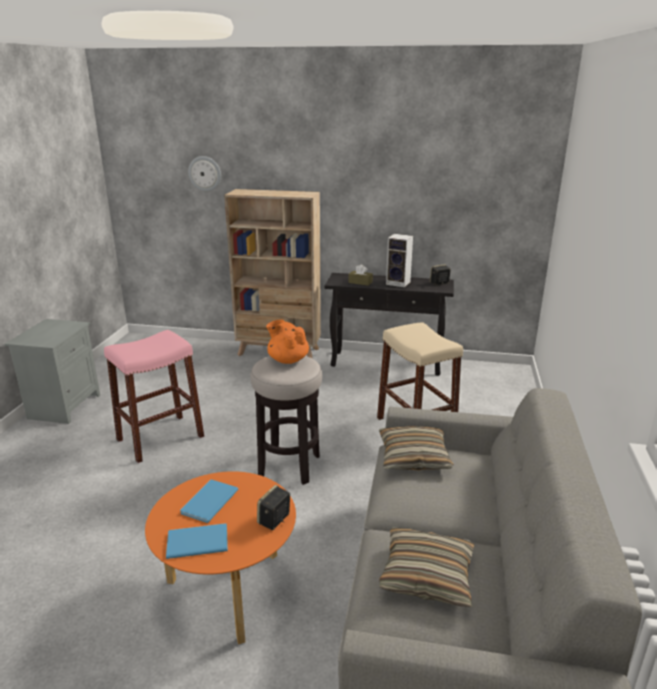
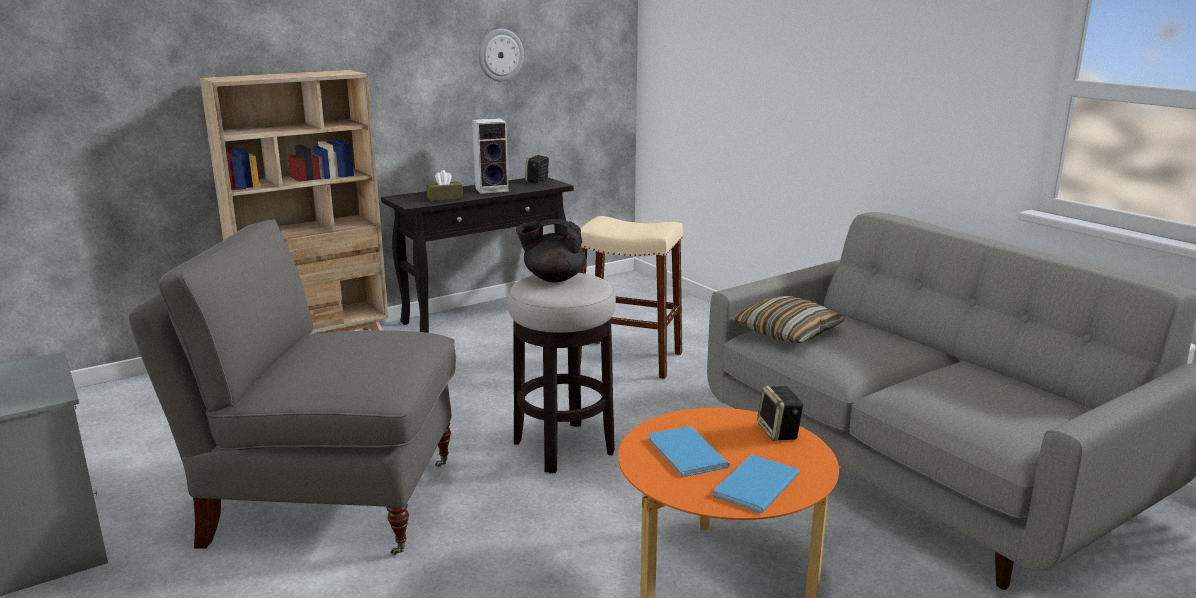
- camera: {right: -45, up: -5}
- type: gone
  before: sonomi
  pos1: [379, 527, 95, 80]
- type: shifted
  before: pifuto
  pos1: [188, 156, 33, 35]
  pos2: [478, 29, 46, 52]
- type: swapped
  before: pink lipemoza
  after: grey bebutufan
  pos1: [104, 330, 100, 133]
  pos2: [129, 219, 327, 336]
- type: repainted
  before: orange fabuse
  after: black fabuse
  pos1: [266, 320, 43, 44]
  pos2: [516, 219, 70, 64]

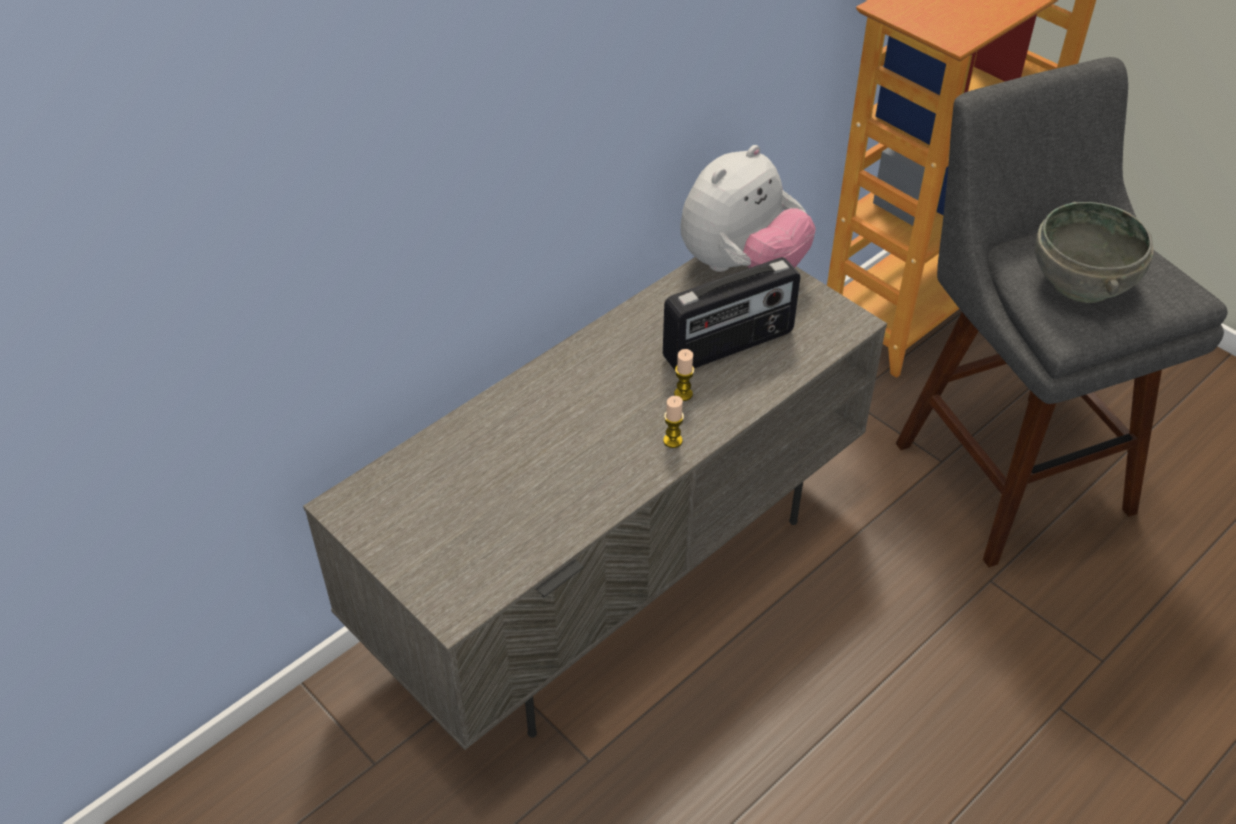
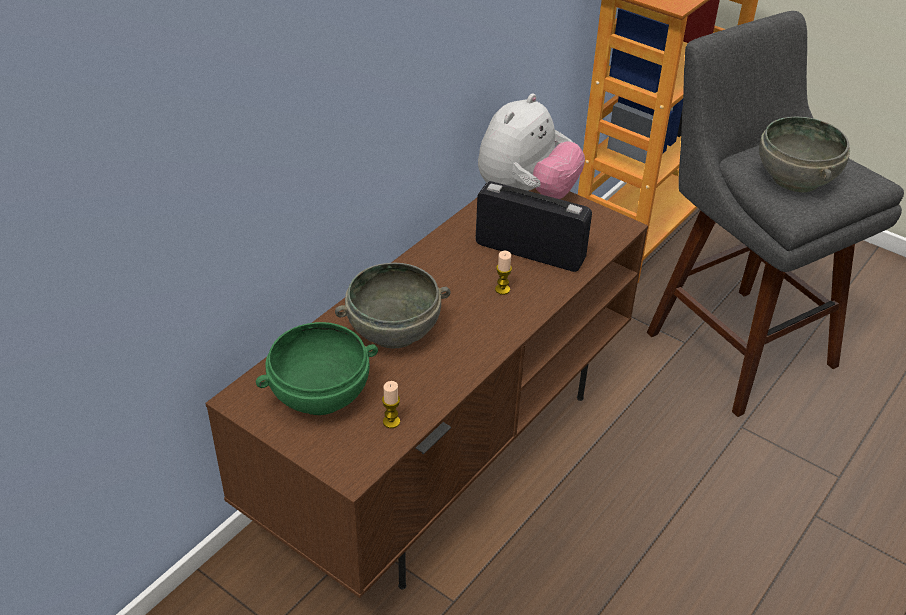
- camera: {right: -10, up: -5}
- type: new
  after: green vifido
  pos2: [256, 322, 122, 93]
- type: new
  after: grey vifido
  pos2: [335, 263, 116, 85]
- type: shifted
  before: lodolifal
  pos1: [663, 396, 21, 52]
  pos2: [382, 381, 18, 47]
- type: repainted
  before: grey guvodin
  after: brown guvodin
  pos1: [303, 257, 584, 493]
  pos2: [205, 188, 443, 410]
- type: rotated
  before: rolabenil
  pos1: [663, 257, 137, 113]
  pos2: [475, 181, 117, 91]
  turn: -120

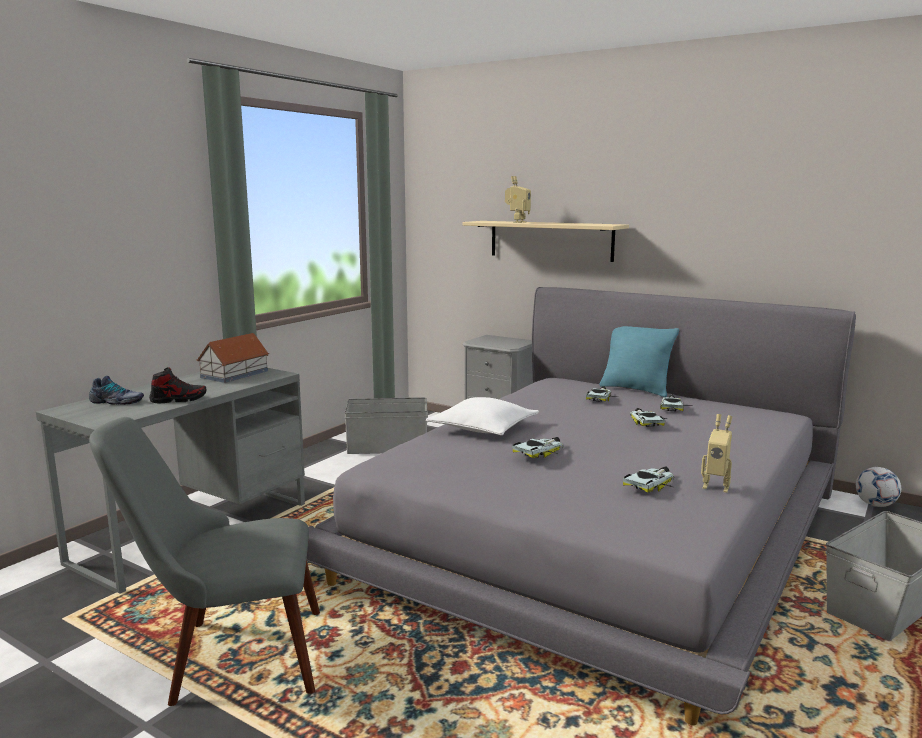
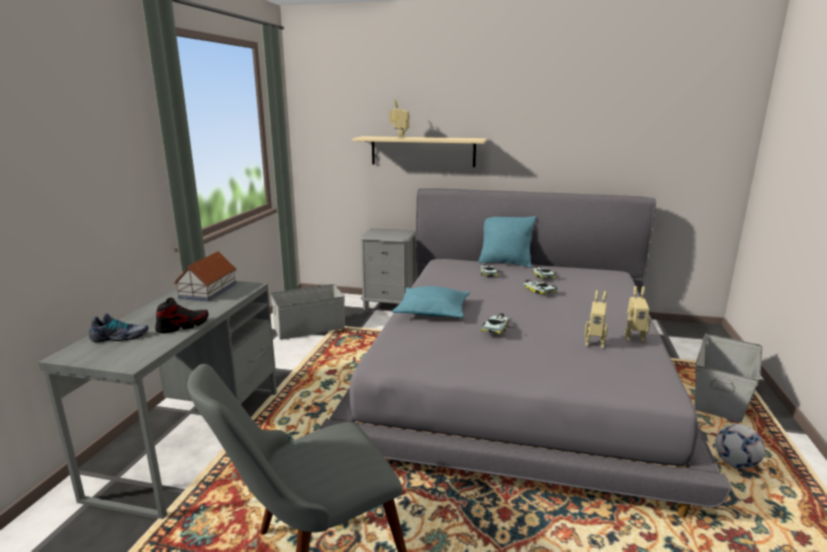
- camera: {right: -20, up: 5}
- type: shifted
  before: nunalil
  pos1: [856, 467, 45, 40]
  pos2: [715, 424, 50, 45]
- type: swapped
  before: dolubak
  after: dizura
  pos1: [622, 467, 52, 25]
  pos2: [585, 290, 23, 58]
- type: repainted
  before: white sonomi
  after: turquoise sonomi
  pos1: [426, 397, 113, 39]
  pos2: [392, 286, 78, 32]

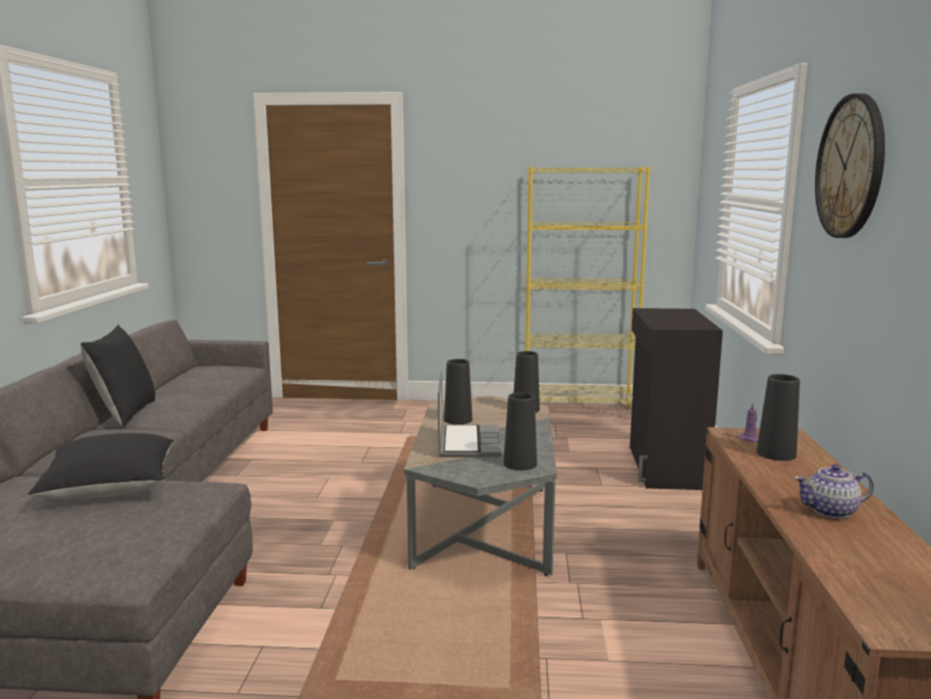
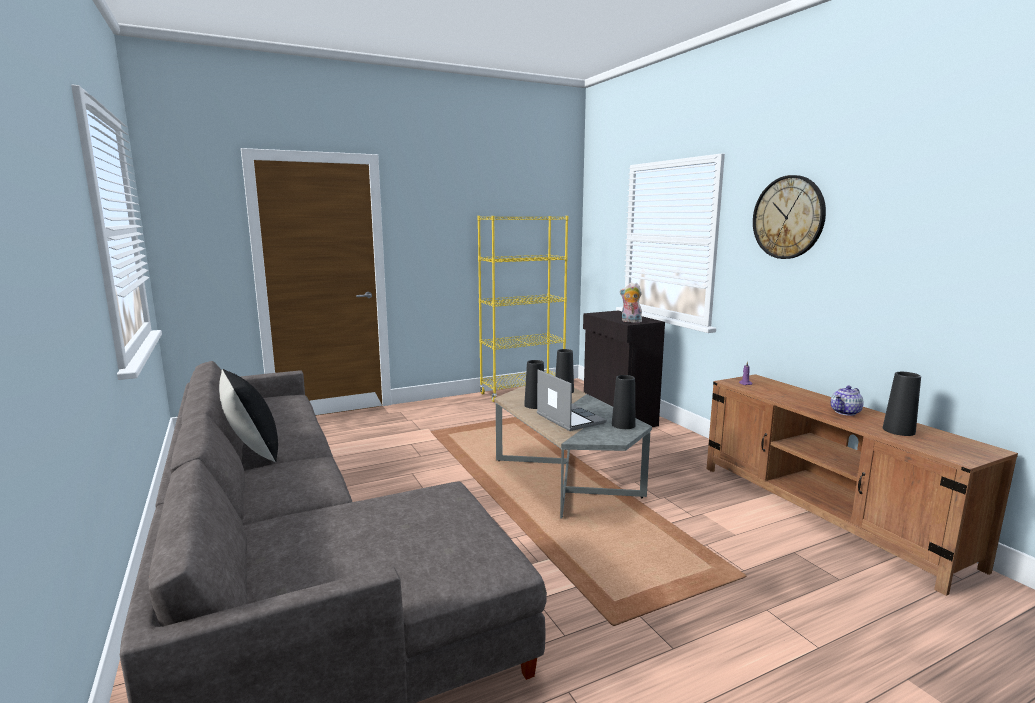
- camera: {right: -30, up: 0}
- type: gone
  before: black sonomi
  pos1: [28, 433, 146, 67]
- type: new
  after: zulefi
  pos2: [620, 283, 22, 40]
- type: shifted
  before: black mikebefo
  pos1: [756, 374, 44, 87]
  pos2: [883, 372, 38, 64]

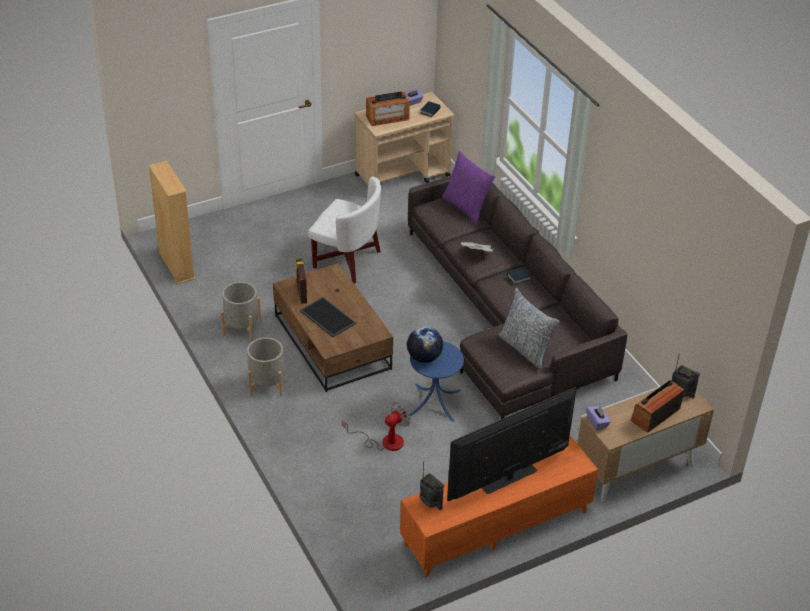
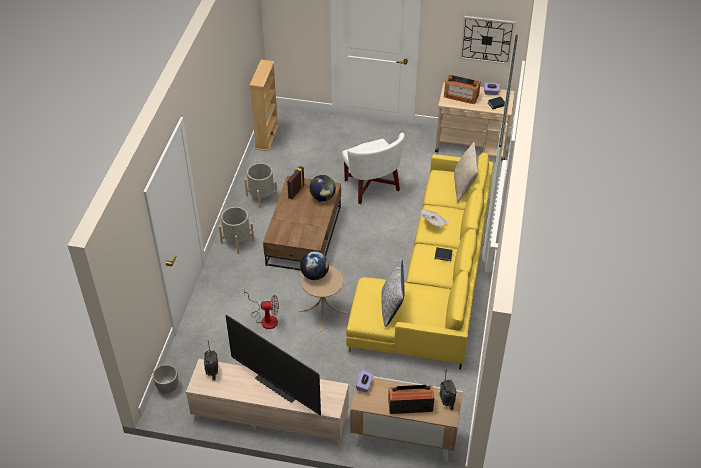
- camera: {right: 40, up: 5}
- type: gone
  before: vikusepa
  pos1: [300, 297, 56, 40]
- type: new
  after: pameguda
  pos2: [153, 364, 25, 29]
- type: new
  after: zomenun
  pos2: [309, 175, 27, 26]
- type: new
  after: pifuto
  pos2: [460, 16, 55, 49]
- type: repainted
  before: orange guvodin
  after: beige guvodin
  pos1: [400, 436, 198, 141]
  pos2: [186, 359, 163, 86]
- type: repainted
  before: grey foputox
  after: yellow foputox
  pos1: [408, 160, 219, 259]
  pos2: [346, 152, 148, 217]
- type: repainted
  before: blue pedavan
  after: beige pedavan
  pos1: [409, 341, 55, 81]
  pos2: [298, 266, 50, 66]
- type: repainted
  before: purple sonomi
  after: beige sonomi
  pos1: [442, 151, 53, 73]
  pos2: [454, 142, 24, 61]
- type: rotated
  before: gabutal
  pos1: [447, 387, 130, 115]
  pos2: [226, 315, 95, 100]
  turn: -150

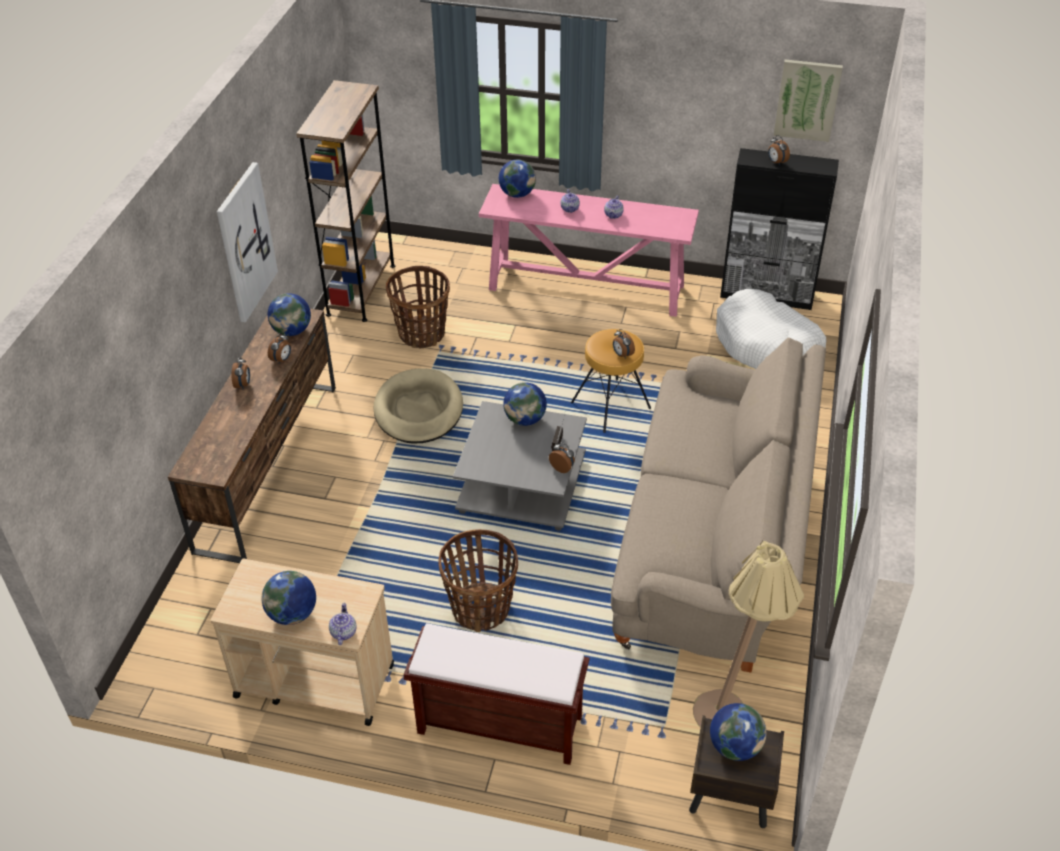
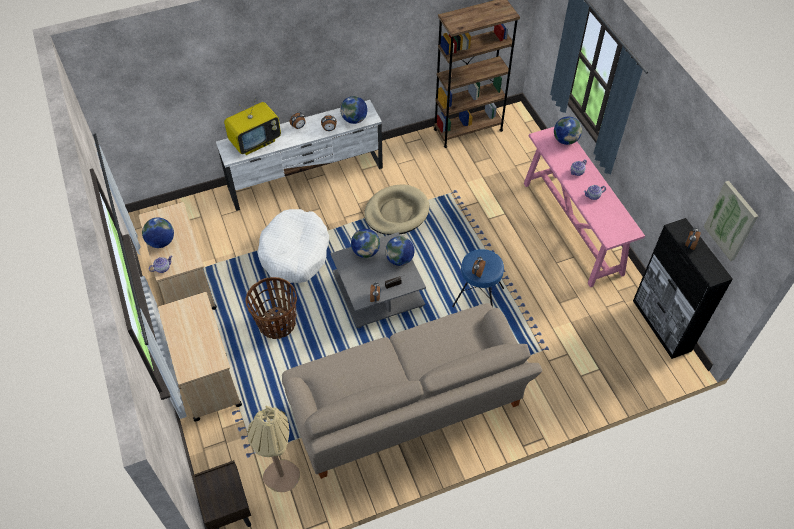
- camera: {right: 55, up: 10}
- type: gone
  before: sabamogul
  pos1: [217, 162, 61, 160]
- type: gone
  before: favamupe
  pos1: [386, 266, 64, 82]
- type: new
  after: gabutal
  pos2: [224, 97, 57, 58]
- type: shifted
  before: zomenun
  pos1: [710, 703, 57, 58]
  pos2: [351, 229, 29, 29]
- type: shifted
  before: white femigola
  pos1: [716, 289, 110, 80]
  pos2: [257, 209, 72, 74]
- type: swapped
  before: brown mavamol
  after: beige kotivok
  pos1: [404, 623, 185, 142]
  pos2: [158, 292, 84, 129]
- type: repainted
  before: brown guvodin
  after: white guvodin
  pos1: [168, 309, 168, 254]
  pos2: [216, 100, 167, 111]
- type: repainted
  before: brown lipemoza
  after: blue lipemoza
  pos1: [571, 329, 80, 104]
  pos2: [452, 249, 52, 58]

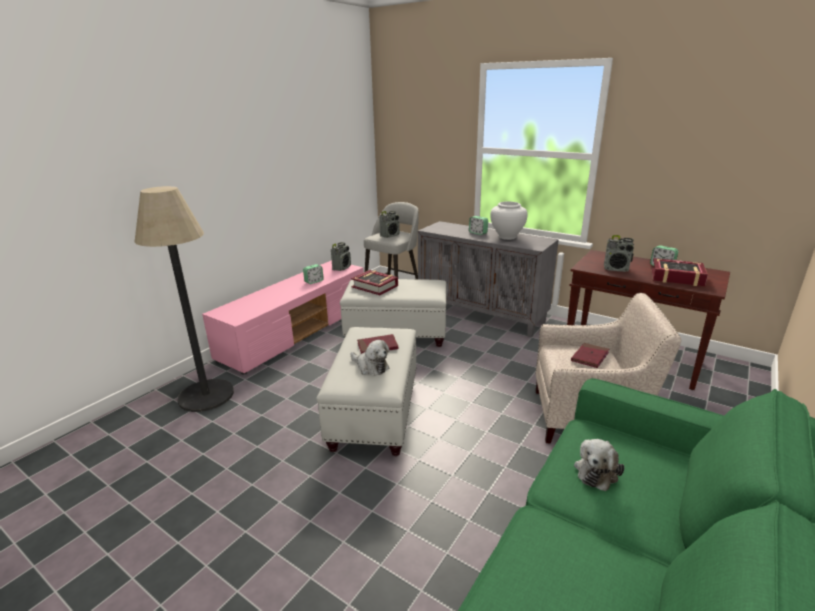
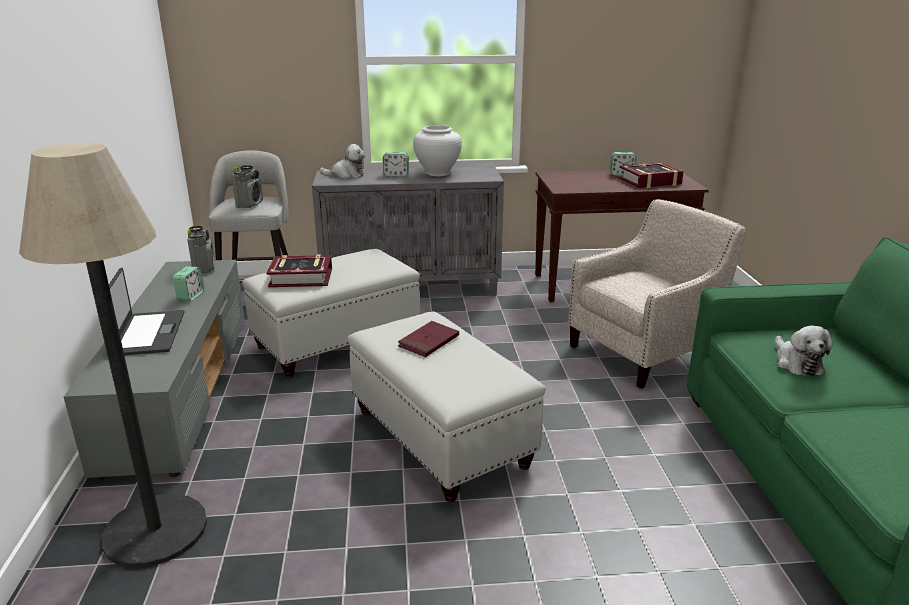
- camera: {right: -40, up: 0}
- type: gone
  before: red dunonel
  pos1: [571, 343, 38, 25]
- type: gone
  before: rolabenil
  pos1: [604, 235, 30, 37]
- type: new
  after: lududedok
  pos2: [109, 268, 75, 87]
- type: shifted
  before: zulefi
  pos1: [350, 340, 39, 36]
  pos2: [320, 144, 46, 35]
- type: repainted
  before: pink guvodin
  after: grey guvodin
  pos1: [202, 260, 162, 115]
  pos2: [63, 260, 182, 222]

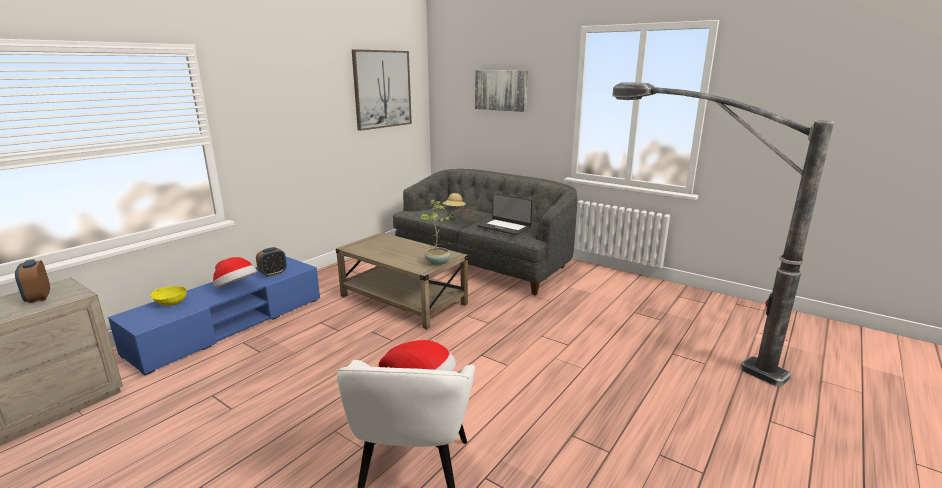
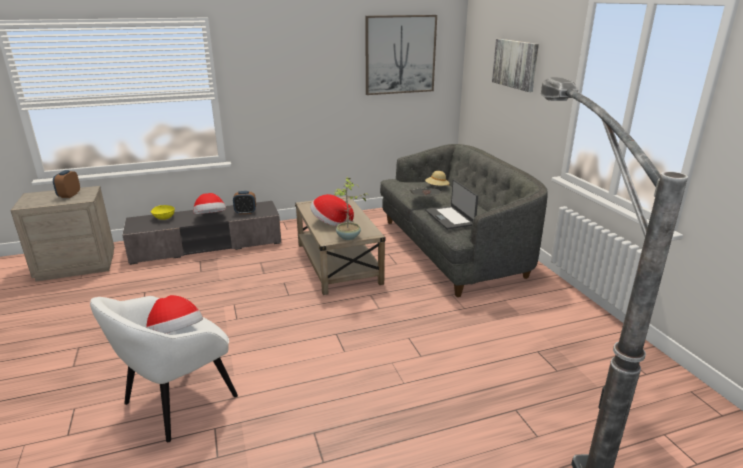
- camera: {right: 35, up: 5}
- type: new
  after: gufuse
  pos2: [310, 194, 44, 32]
- type: repainted
  before: blue guvodin
  after: grey guvodin
  pos1: [108, 257, 212, 118]
  pos2: [122, 201, 159, 64]

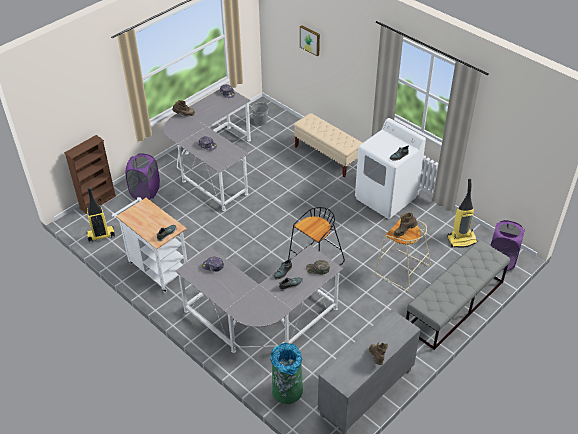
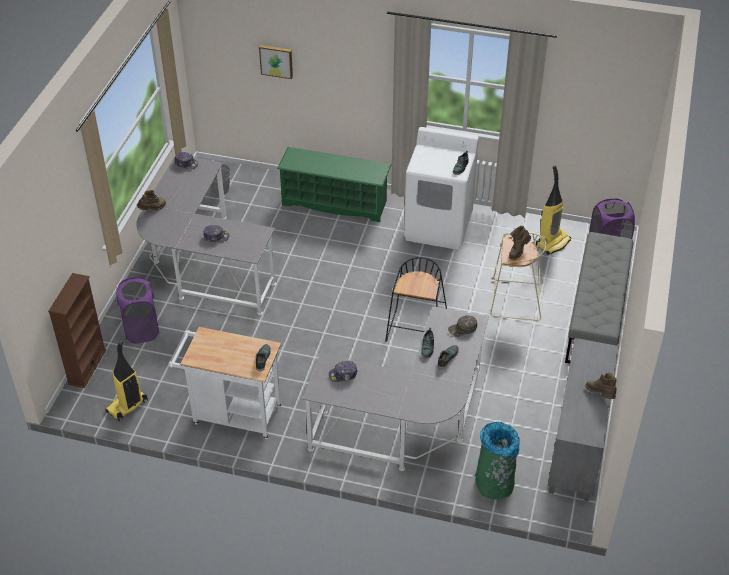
- camera: {right: -30, up: 0}
- type: swapped
  before: beige mavamol
  after: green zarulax
  pos1: [294, 113, 68, 64]
  pos2: [277, 147, 115, 75]

